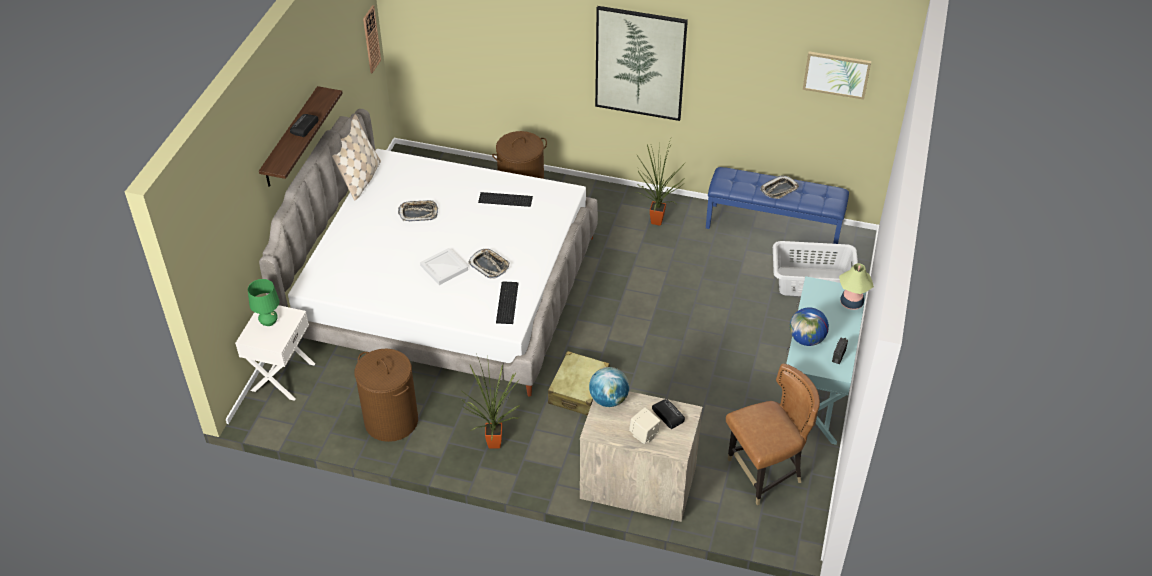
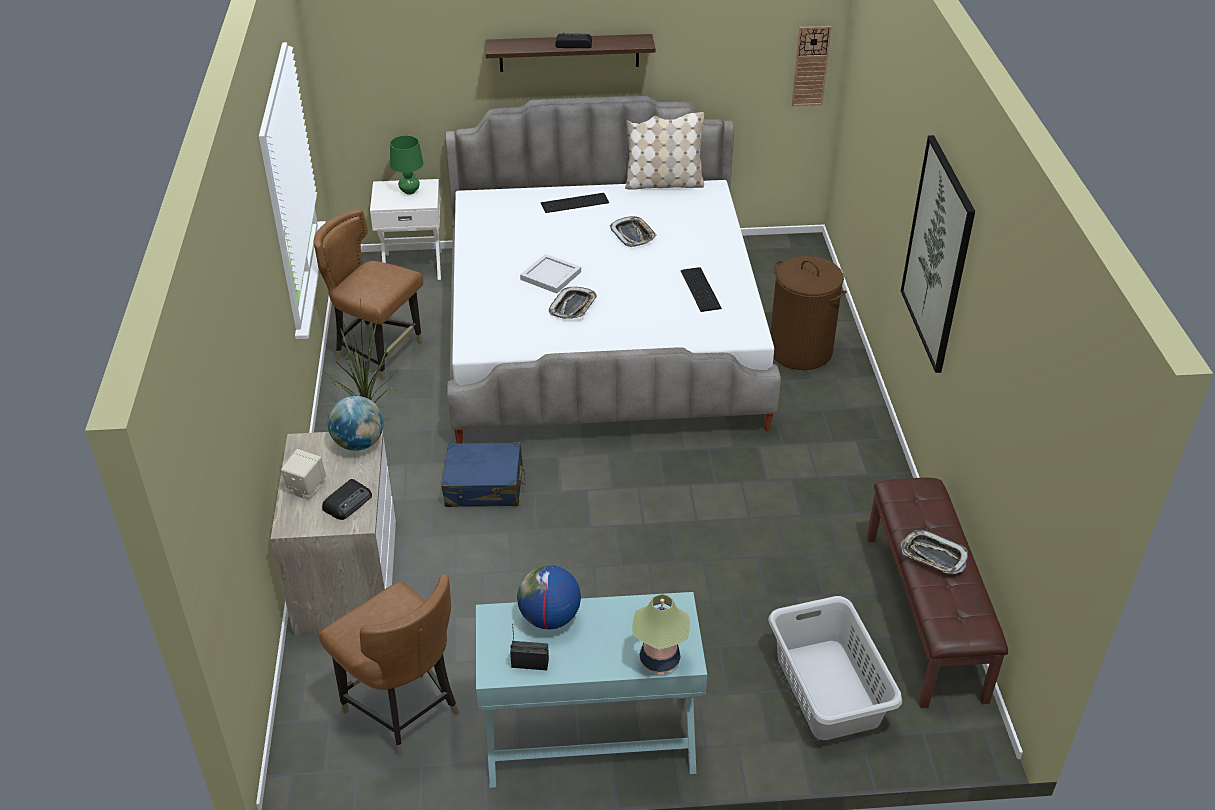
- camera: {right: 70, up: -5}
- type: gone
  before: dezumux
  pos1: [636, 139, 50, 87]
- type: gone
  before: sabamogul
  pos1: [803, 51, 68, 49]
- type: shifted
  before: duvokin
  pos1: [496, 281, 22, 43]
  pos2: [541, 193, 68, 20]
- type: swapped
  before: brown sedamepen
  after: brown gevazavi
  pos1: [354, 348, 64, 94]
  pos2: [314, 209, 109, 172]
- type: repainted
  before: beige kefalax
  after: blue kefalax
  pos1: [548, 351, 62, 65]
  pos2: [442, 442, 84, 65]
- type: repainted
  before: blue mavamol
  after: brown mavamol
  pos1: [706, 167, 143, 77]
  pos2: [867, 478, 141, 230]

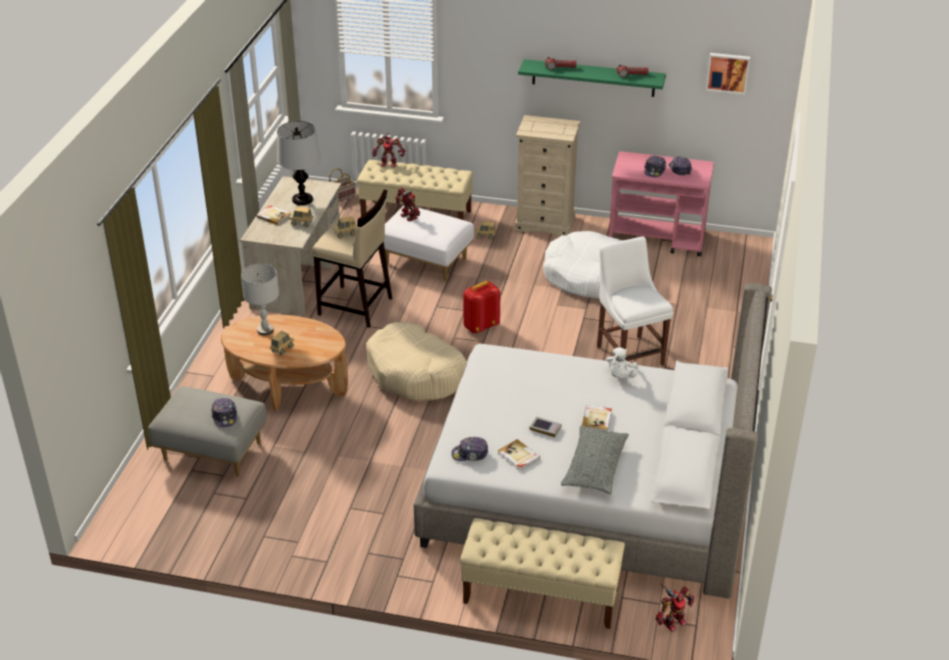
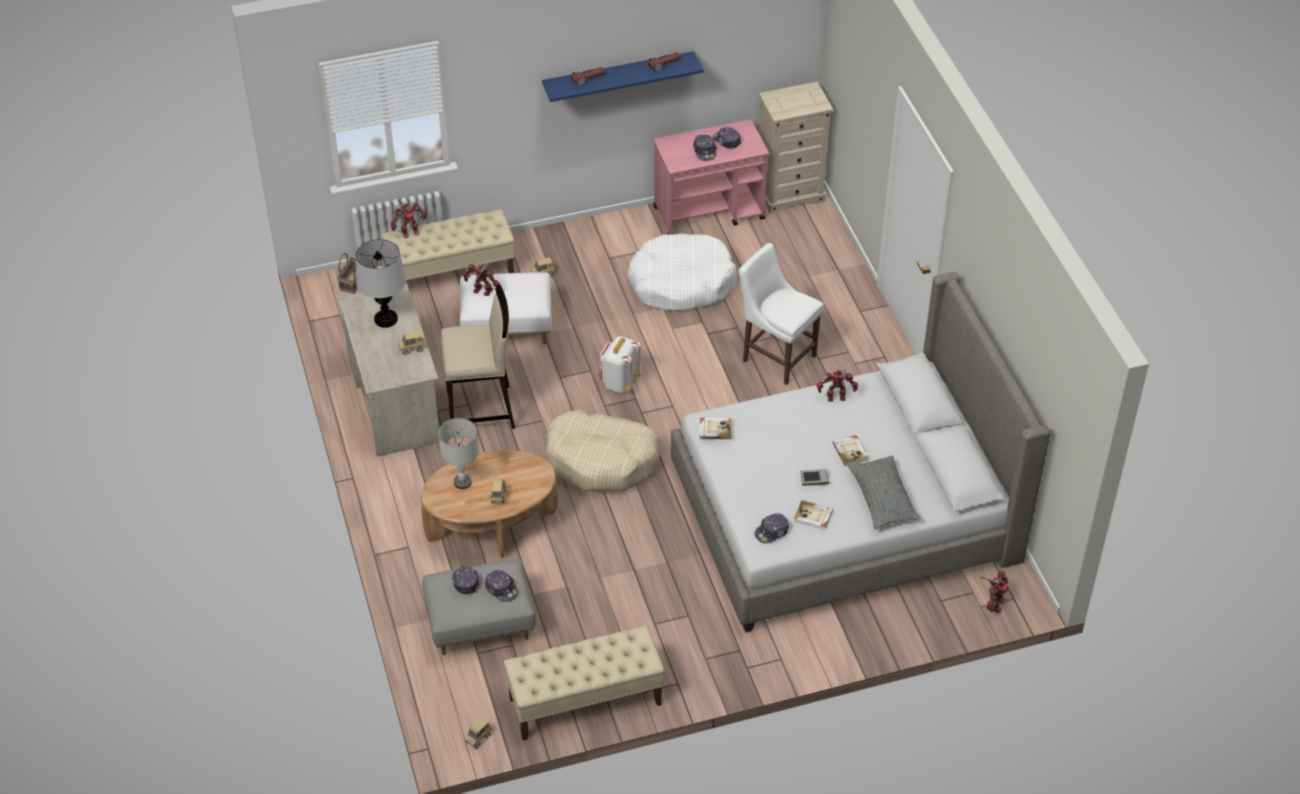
- camera: {right: -30, up: 10}
- type: gone
  before: sabamogul
  pos1: [706, 53, 44, 41]
- type: new
  after: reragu
  pos2: [452, 566, 27, 29]
- type: shifted
  before: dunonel
  pos1: [257, 205, 34, 20]
  pos2: [700, 418, 32, 21]
- type: shifted
  before: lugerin
  pos1: [333, 216, 23, 23]
  pos2: [464, 717, 28, 32]
- type: shifted
  before: beige mavamol
  pos1: [460, 518, 165, 111]
  pos2: [504, 625, 161, 115]
- type: shifted
  before: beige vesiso
  pos1: [515, 115, 65, 121]
  pos2: [759, 82, 74, 131]
- type: swapped
  before: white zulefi
  after: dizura
  pos1: [606, 347, 32, 31]
  pos2: [816, 370, 42, 32]
- type: repainted
  before: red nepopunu
  after: white nepopunu
  pos1: [463, 281, 37, 52]
  pos2: [599, 336, 42, 58]
- type: repainted
  before: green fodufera
  after: blue fodufera
  pos1: [518, 59, 148, 38]
  pos2: [542, 51, 162, 51]

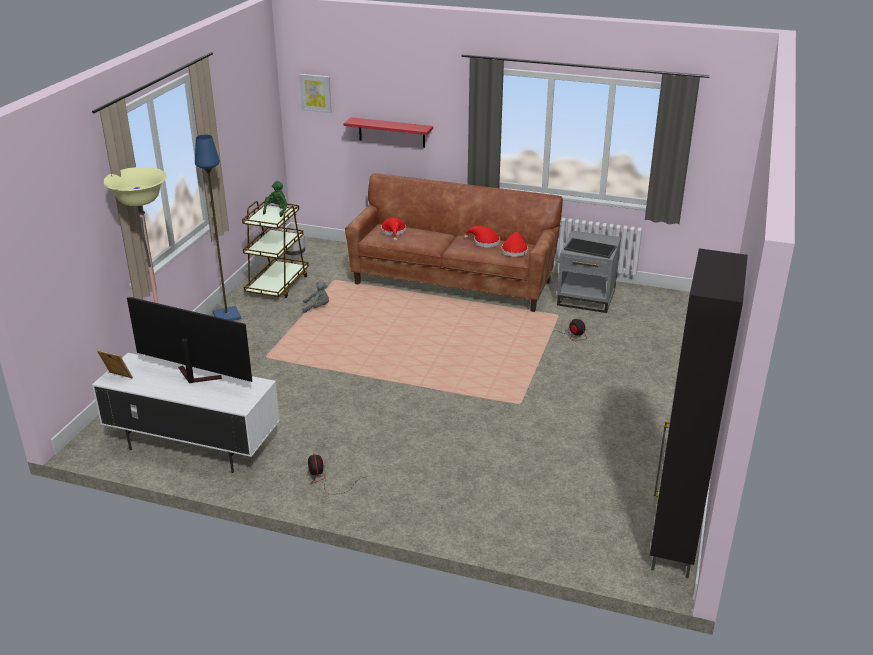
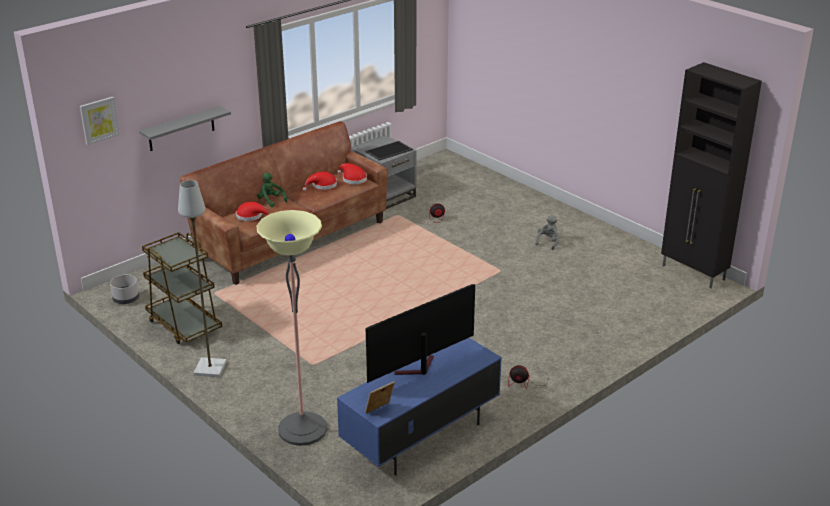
- camera: {right: -60, up: 0}
- type: shifted
  before: green zulefi
  pos1: [263, 181, 24, 36]
  pos2: [257, 173, 30, 34]
- type: shifted
  before: grey zulefi
  pos1: [303, 281, 26, 32]
  pos2: [535, 215, 25, 35]
- type: repainted
  before: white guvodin
  after: blue guvodin
  pos1: [92, 353, 188, 120]
  pos2: [337, 338, 165, 138]
- type: repainted
  before: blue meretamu
  after: grey meretamu
  pos1: [195, 135, 46, 186]
  pos2: [178, 180, 49, 197]
- type: repainted
  before: red fodufera
  after: grey fodufera
  pos1: [344, 117, 89, 31]
  pos2: [139, 106, 92, 45]

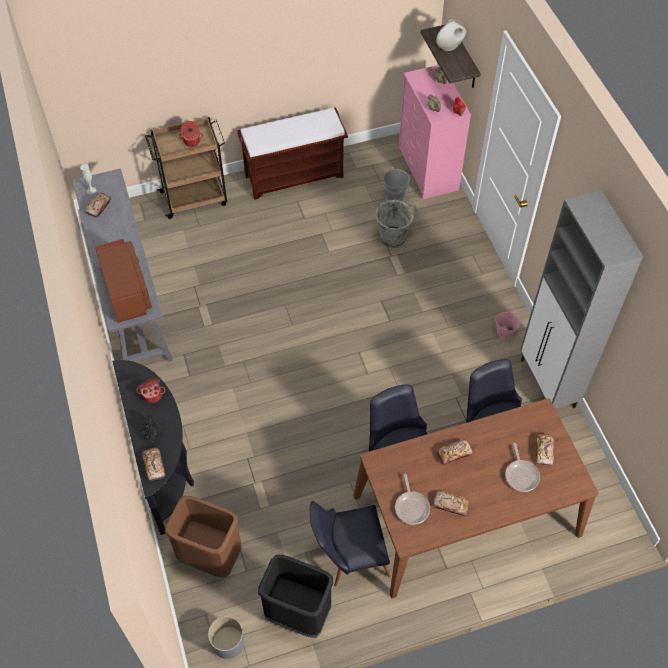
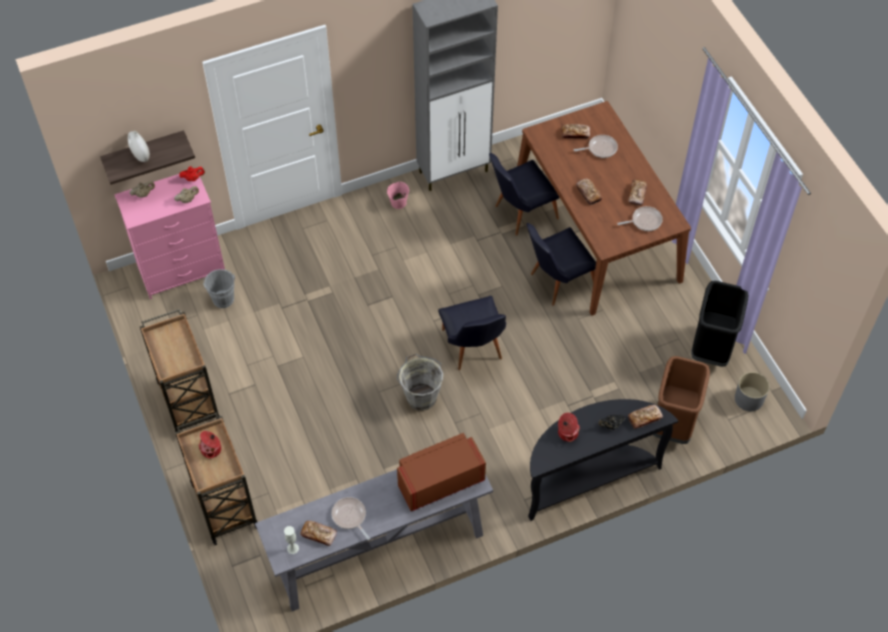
- camera: {right: -95, up: 0}
- type: new
  after: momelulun
  pos2: [331, 497, 39, 43]
- type: shifted
  before: black gevazavi
  pos1: [310, 501, 81, 85]
  pos2: [438, 296, 68, 74]
- type: shifted
  before: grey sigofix
  pos1: [375, 198, 43, 50]
  pos2: [397, 354, 46, 57]
- type: swapped
  before: brown mavamol
  after: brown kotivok
  pos1: [237, 107, 111, 93]
  pos2: [140, 309, 80, 123]

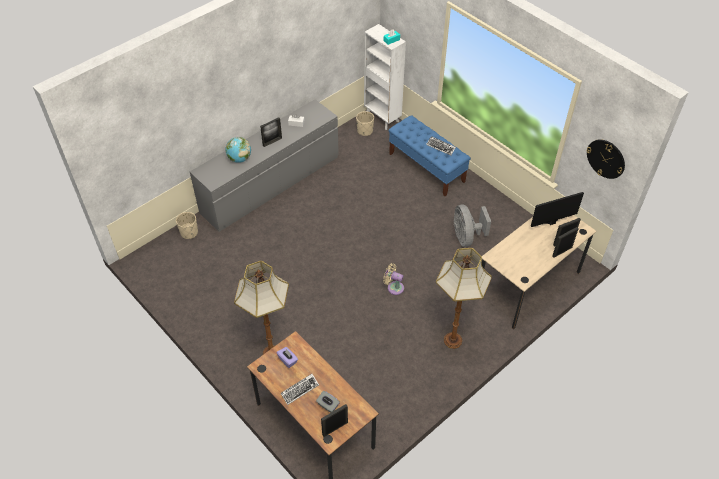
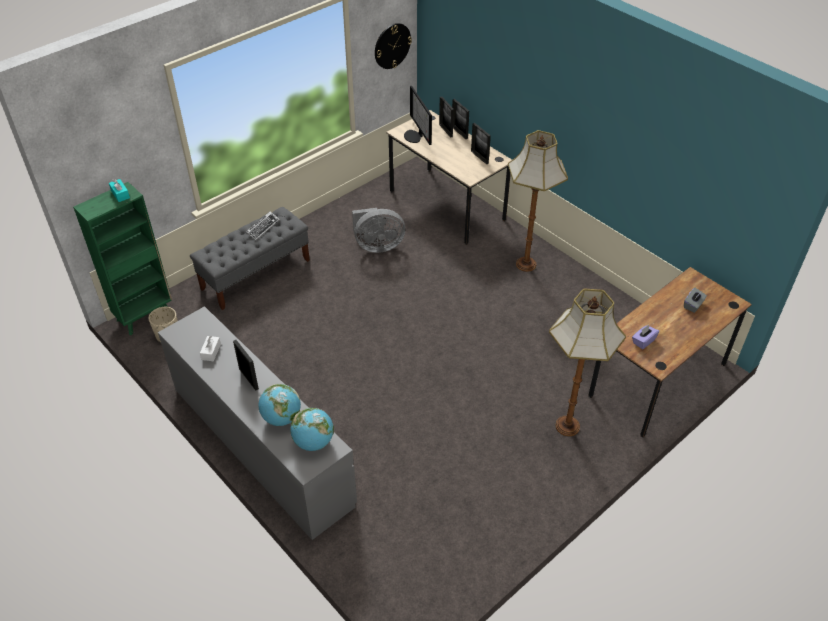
- camera: {right: -90, up: -5}
- type: gone
  before: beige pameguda
  pos1: [176, 212, 22, 27]
- type: gone
  before: duvokin
  pos1: [280, 374, 39, 31]
- type: gone
  before: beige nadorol
  pos1: [383, 263, 21, 32]
- type: new
  after: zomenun
  pos2: [290, 408, 44, 43]
- type: shifted
  before: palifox
  pos1: [321, 404, 27, 33]
  pos2: [471, 123, 20, 41]
- type: repainted
  before: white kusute
  after: green kusute
  pos1: [364, 24, 42, 106]
  pos2: [73, 182, 99, 153]
- type: repainted
  before: blue mavamol
  after: grey mavamol
  pos1: [389, 115, 82, 81]
  pos2: [190, 207, 120, 103]

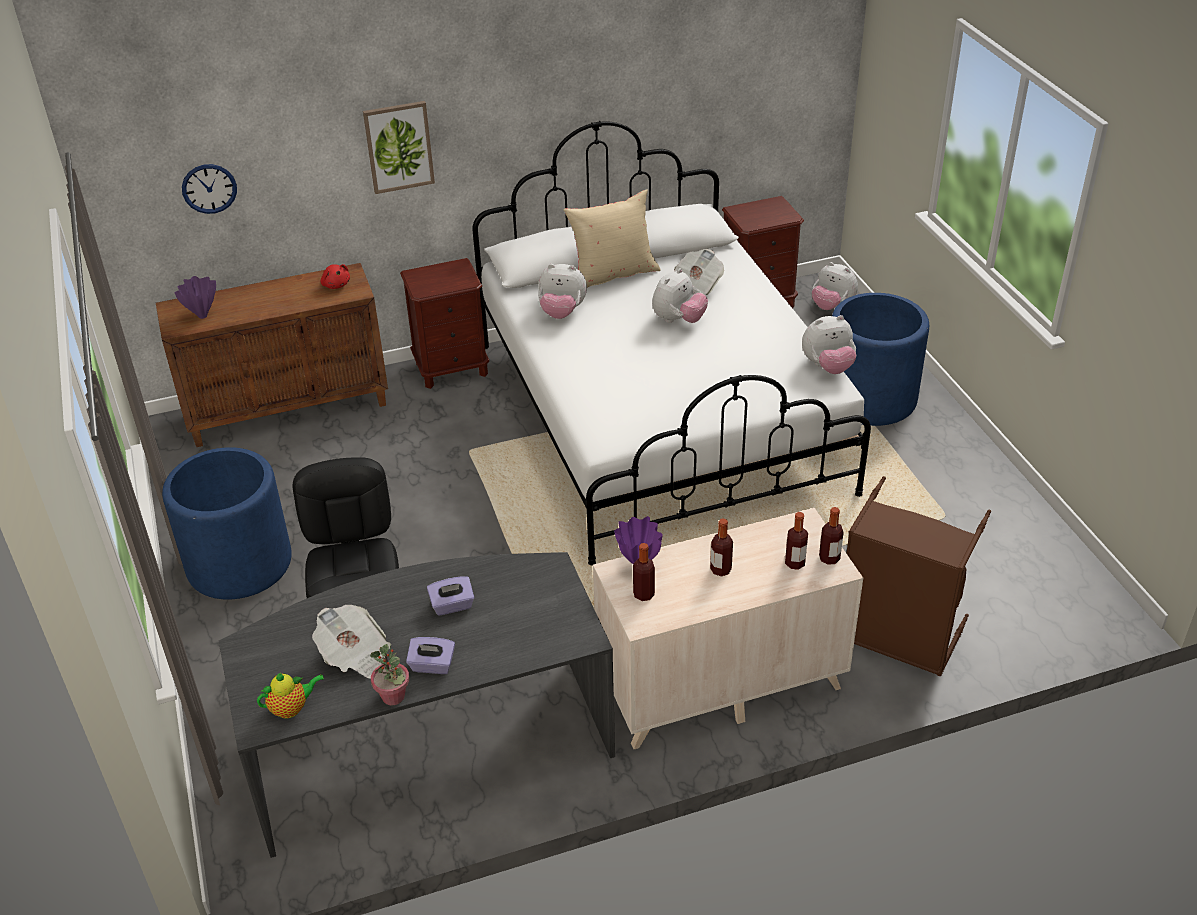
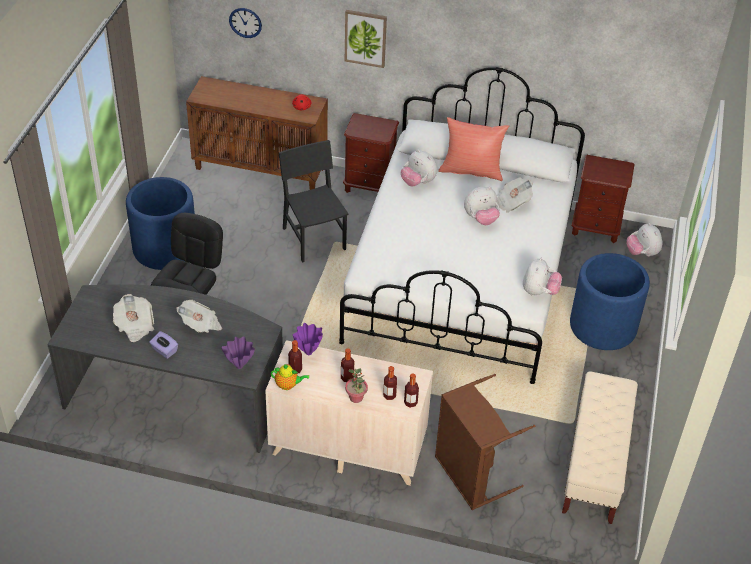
- camera: {right: 30, up: 5}
- type: new
  after: black gevazavi
  pos2: [279, 140, 70, 123]
- type: new
  after: beige mavamol
  pos2: [562, 372, 76, 152]
- type: shifted
  before: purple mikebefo
  pos1: [175, 276, 41, 43]
  pos2: [222, 337, 33, 32]
- type: shifted
  before: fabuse
  pos1: [257, 673, 67, 45]
  pos2: [270, 364, 39, 26]
- type: shifted
  before: dezumux
  pos1: [370, 644, 39, 62]
  pos2: [345, 368, 23, 35]
- type: swapped
  before: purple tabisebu
  after: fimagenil
  pos1: [427, 576, 48, 39]
  pos2: [176, 300, 46, 33]
- type: repainted
  before: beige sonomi
  after: red sonomi
  pos1: [564, 189, 97, 99]
  pos2: [438, 117, 71, 64]
- type: rotated
  before: zulefi
  pos1: [802, 315, 54, 59]
  pos2: [523, 258, 39, 38]
  turn: -90

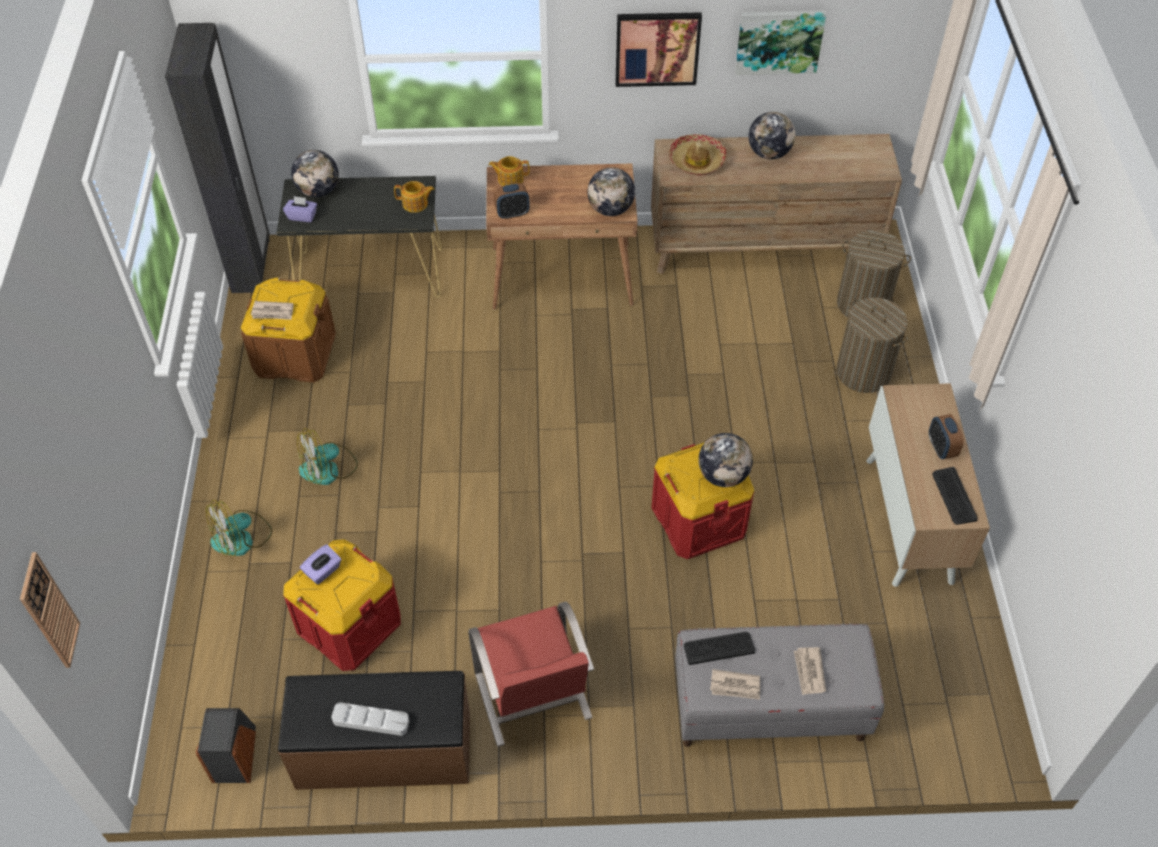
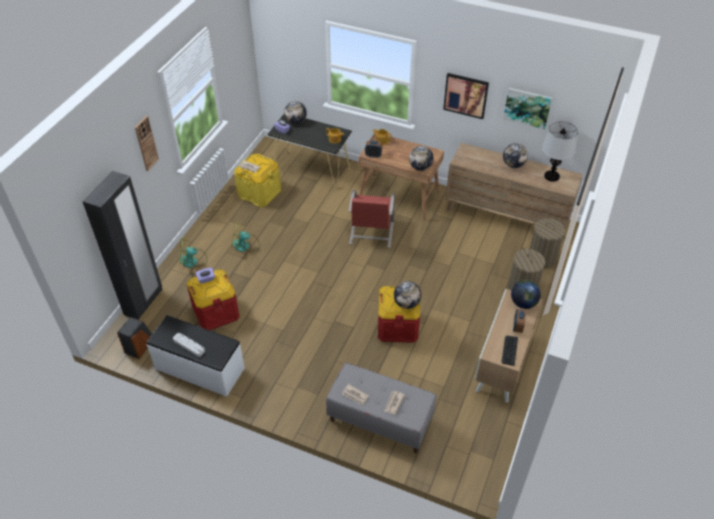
- camera: {right: 25, up: -5}
- type: gone
  before: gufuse
  pos1: [669, 134, 58, 41]
- type: gone
  before: duvokin
  pos1: [684, 632, 71, 33]
- type: new
  after: zomenun
  pos2: [511, 280, 30, 29]
- type: new
  after: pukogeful
  pos2: [542, 121, 36, 61]
- type: shifted
  before: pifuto
  pos1: [20, 552, 60, 116]
  pos2: [135, 116, 24, 55]
- type: shifted
  before: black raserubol
  pos1: [165, 23, 105, 270]
  pos2: [82, 171, 80, 149]
- type: shifted
  before: red gevazavi
  pos1: [468, 601, 126, 146]
  pos2: [348, 190, 47, 58]
- type: repainted
  before: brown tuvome
  after: yellow tuvome
  pos1: [241, 278, 95, 105]
  pos2: [234, 154, 47, 53]
- type: repainted
  before: brown mavamol
  after: white mavamol
  pos1: [278, 671, 192, 119]
  pos2: [146, 315, 99, 82]

